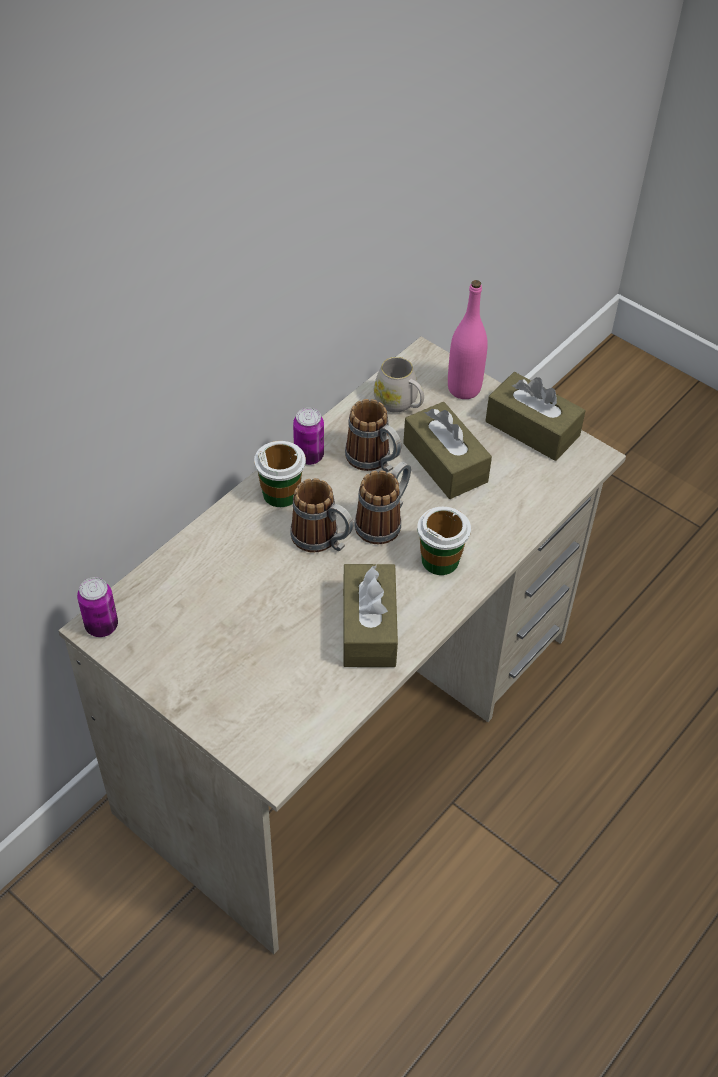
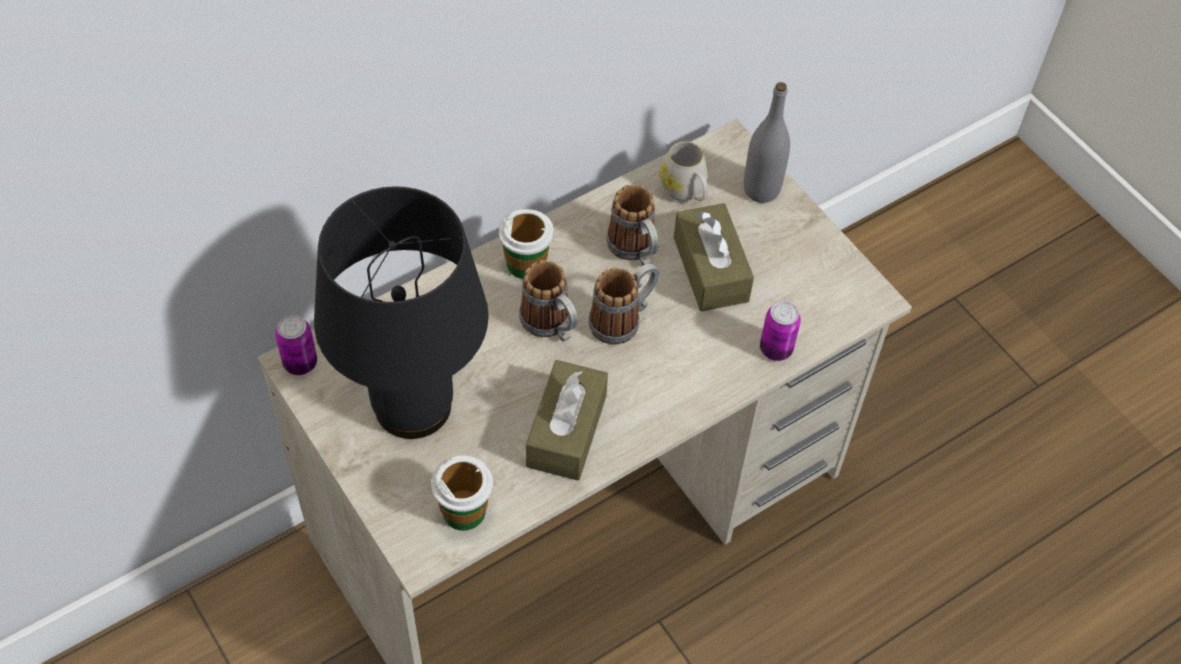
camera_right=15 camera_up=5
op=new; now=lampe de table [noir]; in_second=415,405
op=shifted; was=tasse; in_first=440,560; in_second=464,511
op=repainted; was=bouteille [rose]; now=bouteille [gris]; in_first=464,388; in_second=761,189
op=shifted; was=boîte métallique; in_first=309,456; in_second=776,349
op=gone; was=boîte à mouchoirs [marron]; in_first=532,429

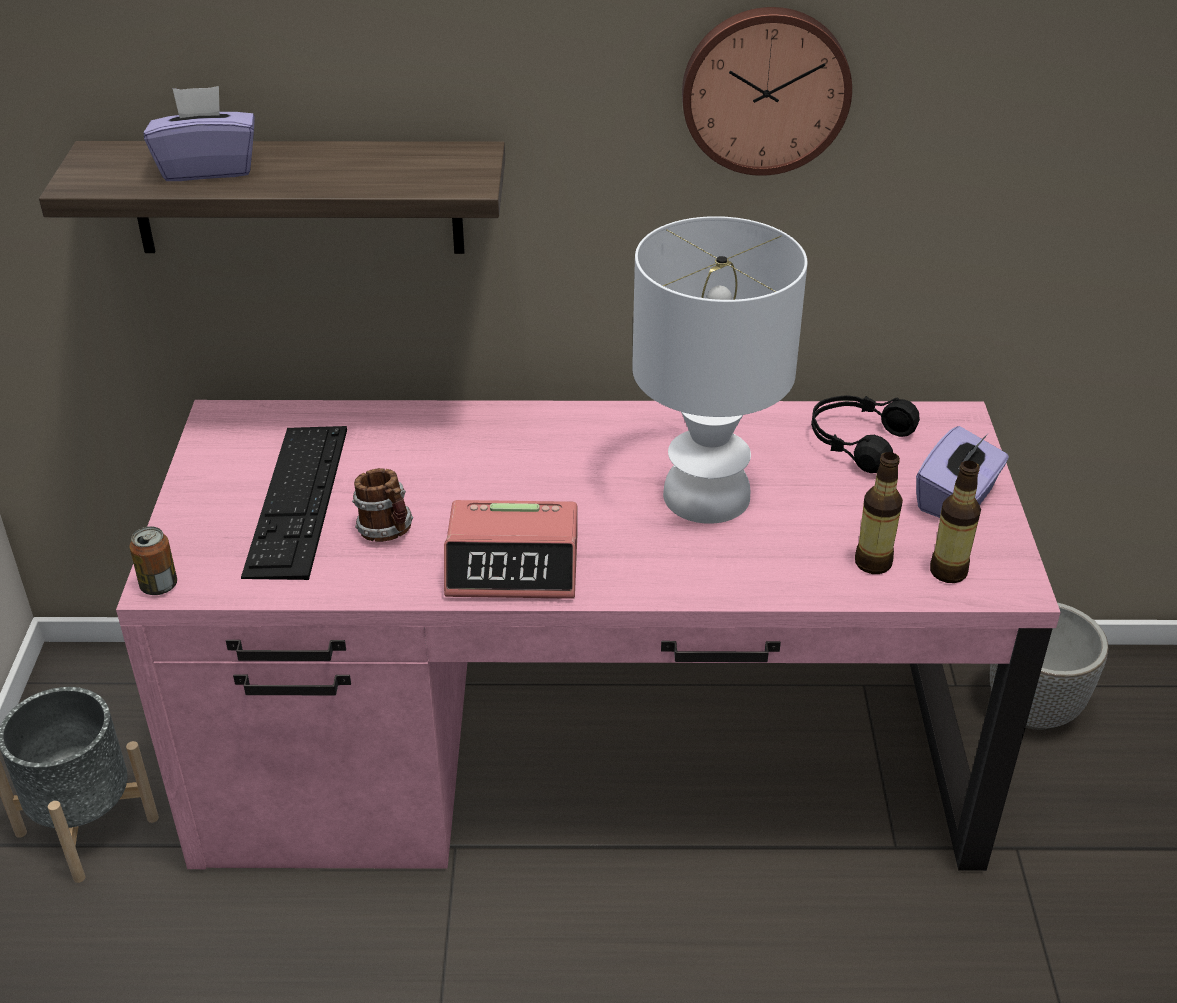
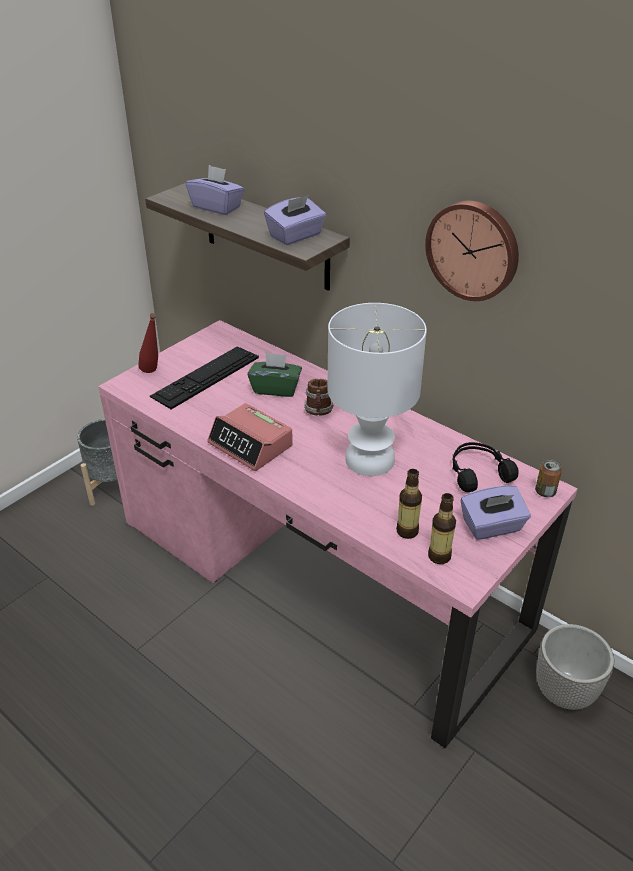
camera_right=40 camera_up=0
op=new; now=bouteille [rouge]; in_second=153,373
op=new; now=boîte à mouchoirs [vert]; in_second=275,388
op=new; now=boîte à mouchoirs [violet]; in_second=296,236
op=shifted; was=mug; in_first=388,532; in_second=319,412
op=shifted; was=boîte métallique; in_first=159,586; in_second=545,492

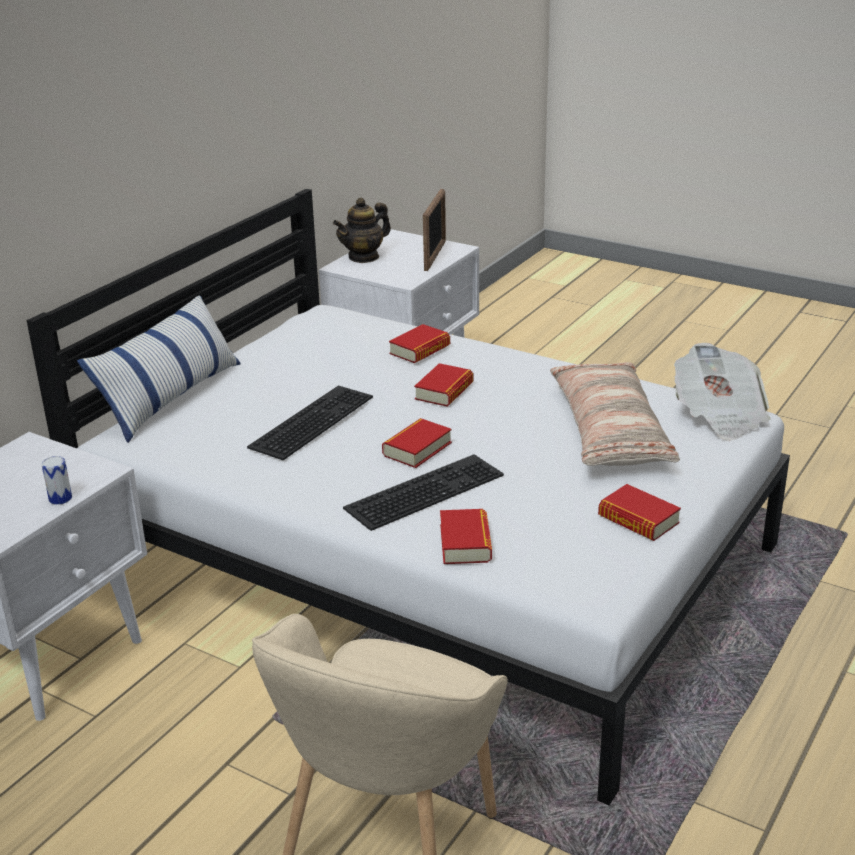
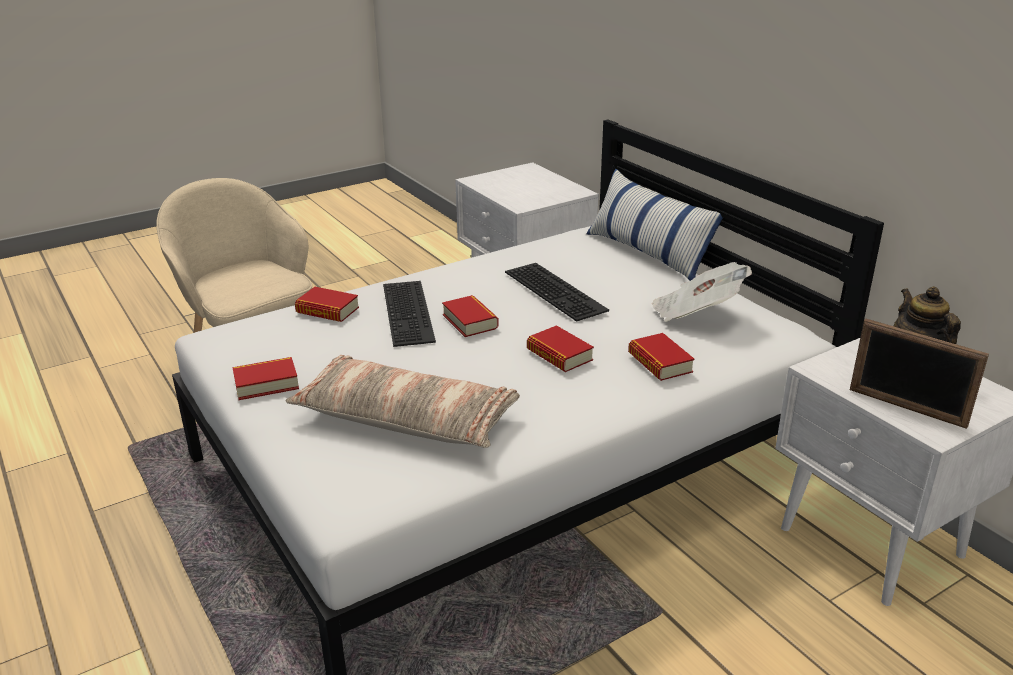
camera_right=115 camera_up=0
op=shifted; was=journal; in_first=719,415; in_second=696,313
op=gone; was=boîte métallique; in_first=60,498

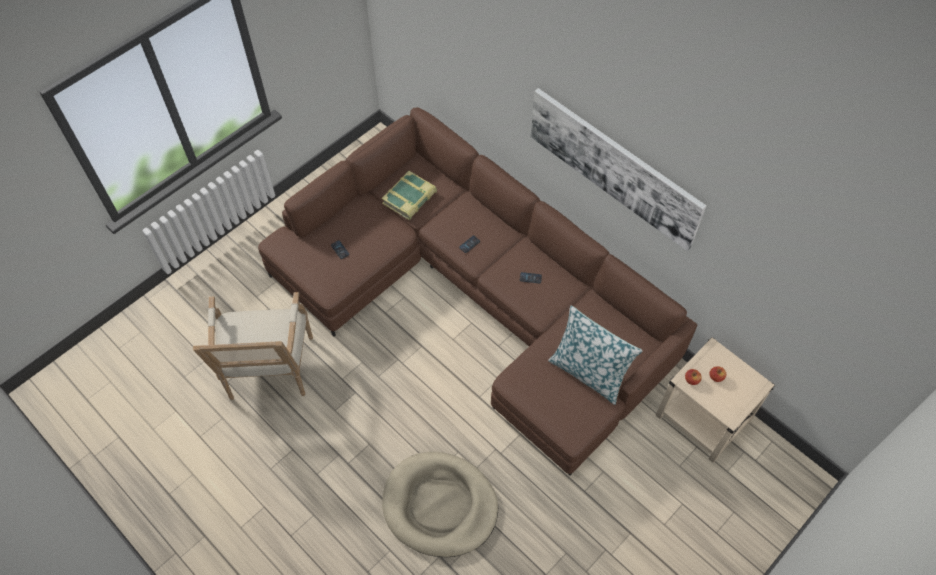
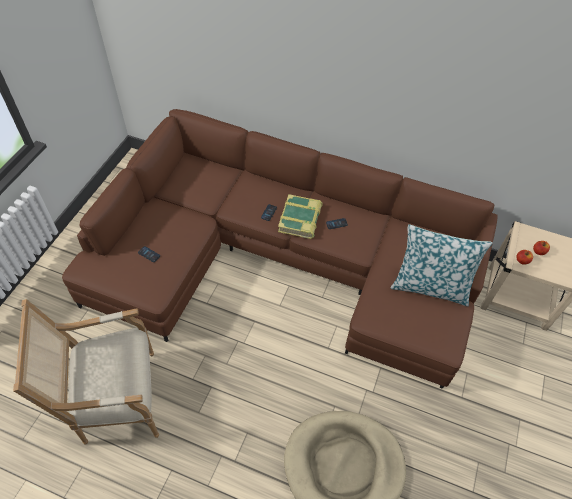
camera_right=-25 camera_up=-5
op=rotated; was=fauteuil; in_first=269,373; in_second=115,400; clockwise=105
op=shifted; was=livre; in_first=410,198; in_second=300,219
op=gone; was=tableau; in_first=613,167

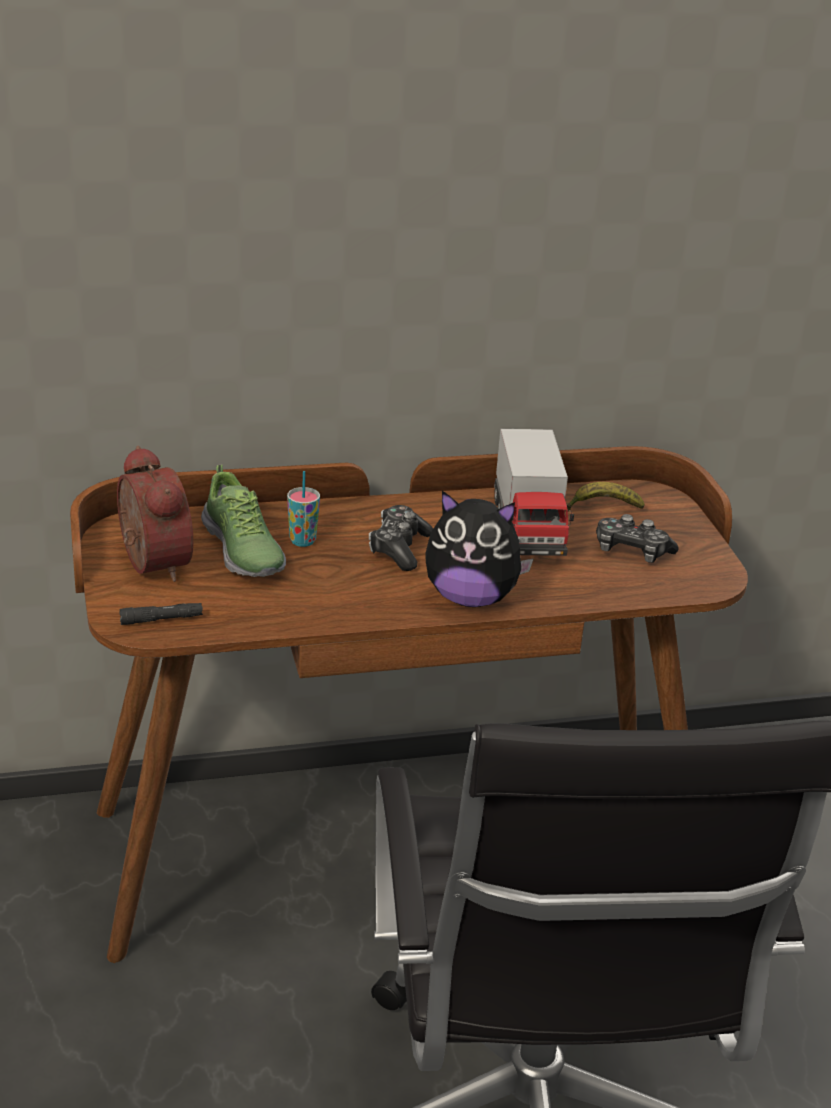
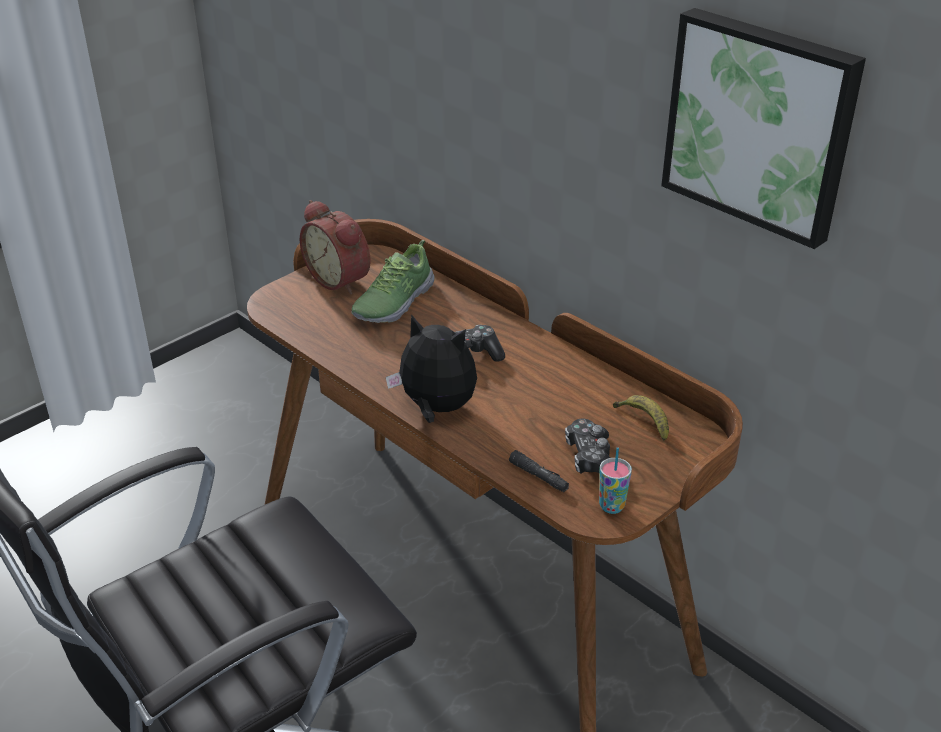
camera_right=60 camera_up=5
op=rotated; was=réveil; in_first=149,564; in_second=341,279; clockwise=105
op=rotated; was=peluche; in_first=471,598; in_second=436,409; clockwise=135
op=shifted; was=lampe de poche [noir]; in_first=161,619; in_second=539,476
op=shifted; was=tasse; in_first=302,541; in_second=611,506
op=new; now=tableau; in_second=761,124
op=gone; was=camion jouet; in_first=528,530

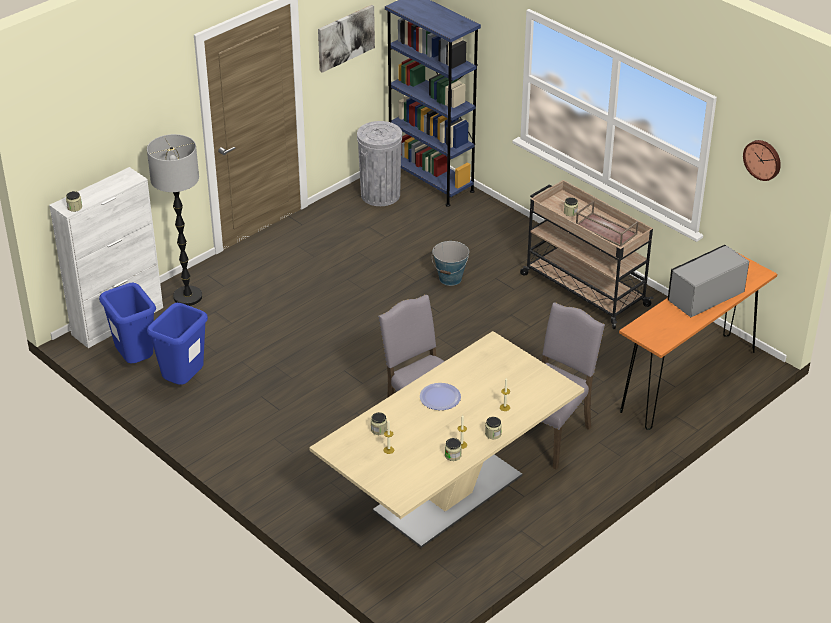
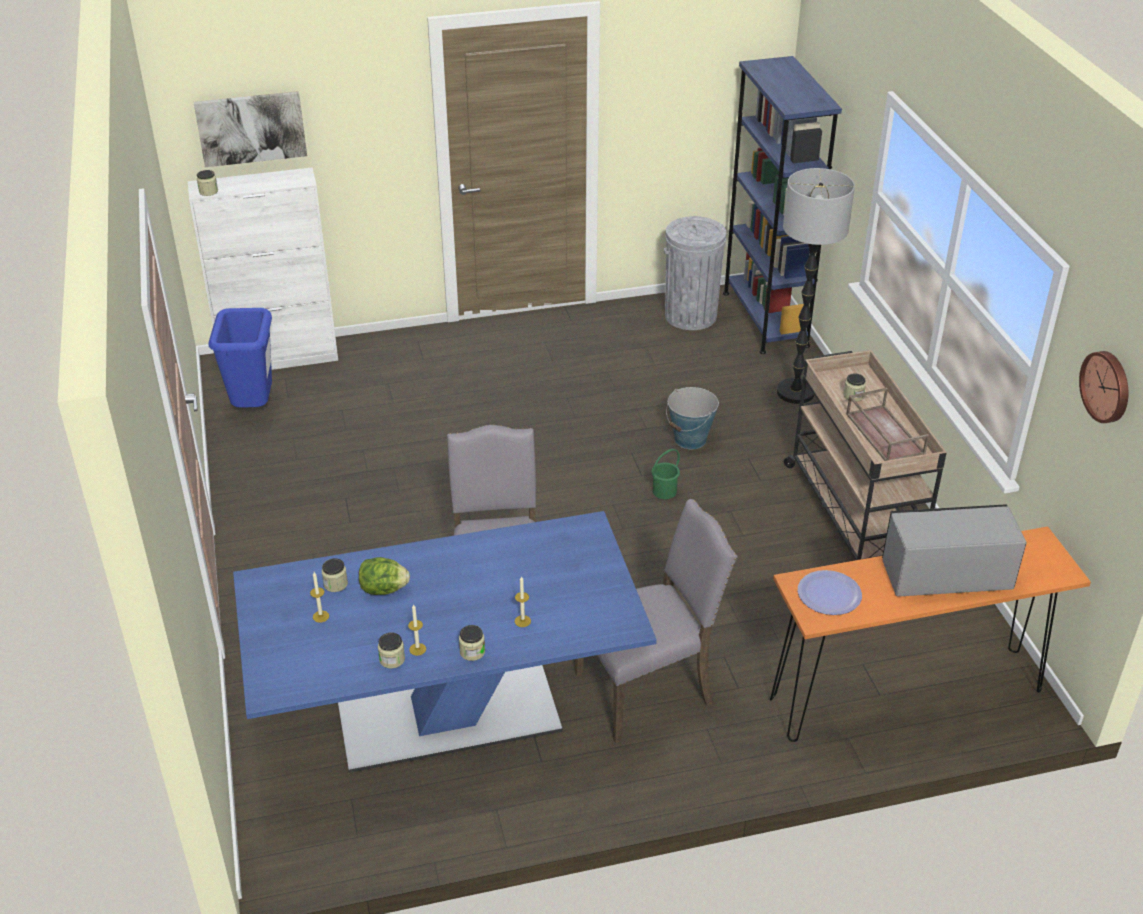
camera_right=30 camera_up=0
op=shifted; was=tableau; in_first=345,37; in_second=251,128
op=repainted; was=table à manger [beige]; now=table à manger [bleu]; in_first=448,494; in_second=448,714
op=new; now=laitue; in_second=383,589
op=new; now=seau [vert]; in_second=664,491
op=shifted; was=lampadaire; in_first=187,297; in_second=795,392
op=shifted; was=assiette; in_first=440,397; in_second=829,594
op=gone; was=poubelle [bleu]; in_first=184,382

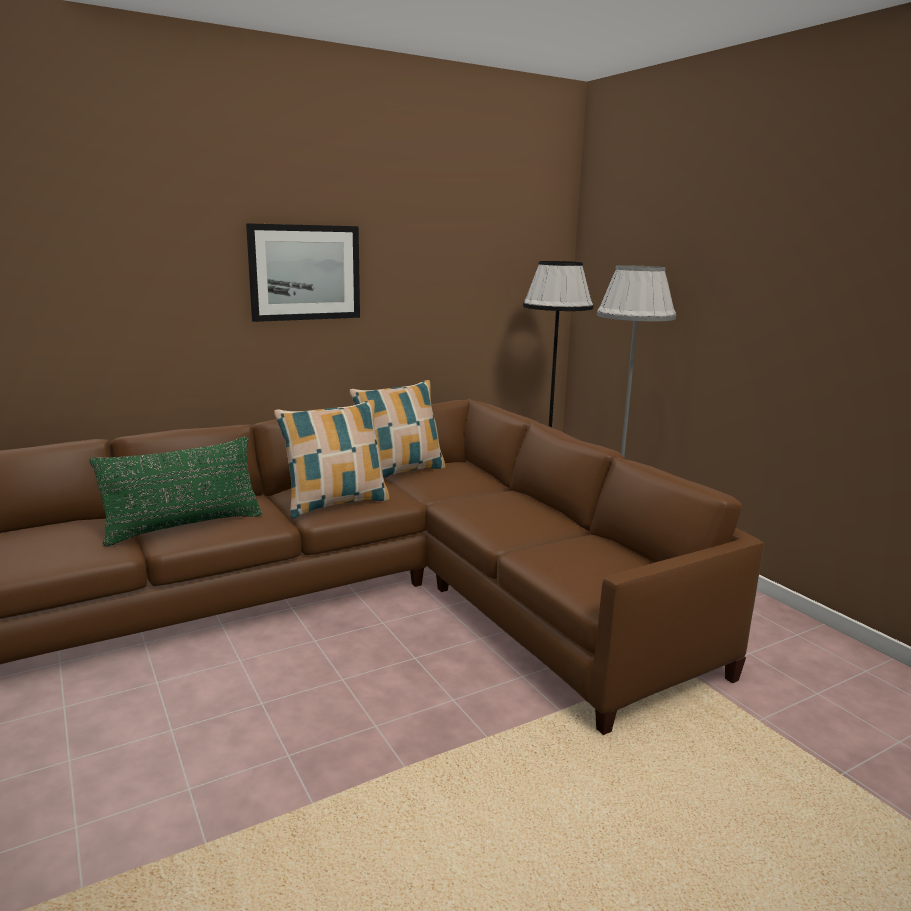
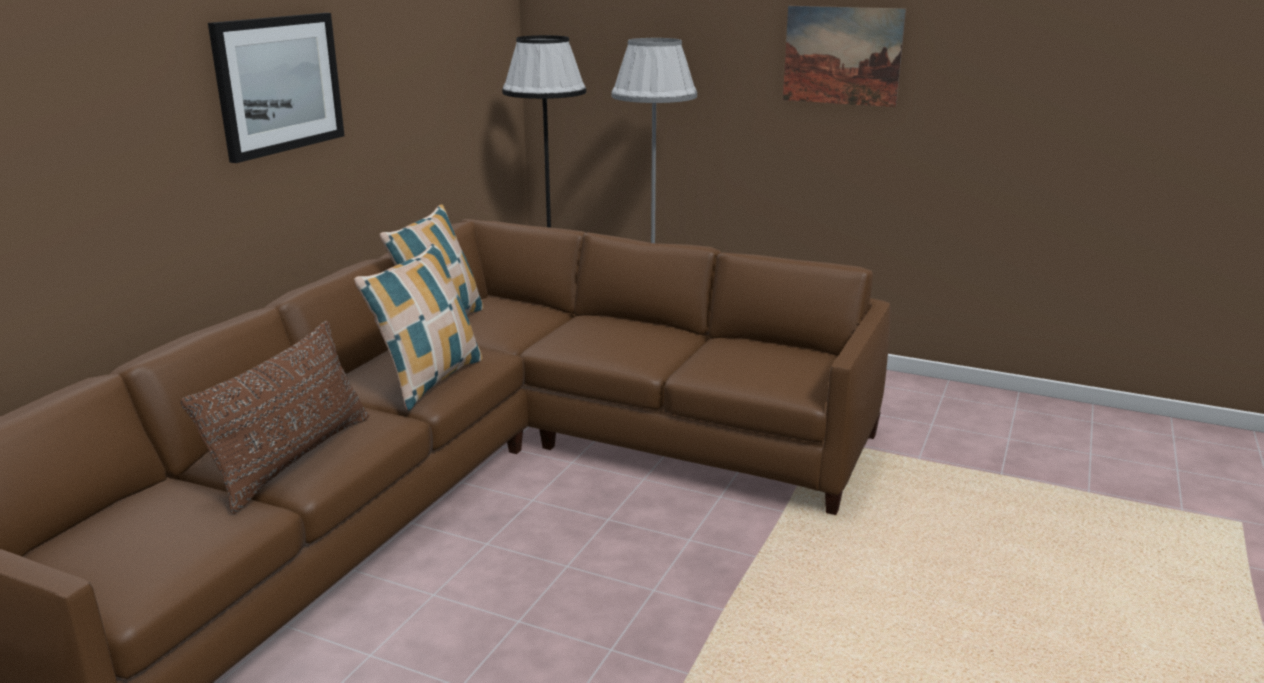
camera_right=-35 camera_up=5
op=repainted; was=coussin [vert]; now=coussin [marron]; in_first=184,526; in_second=294,459
op=new; now=tableau; in_second=842,56

